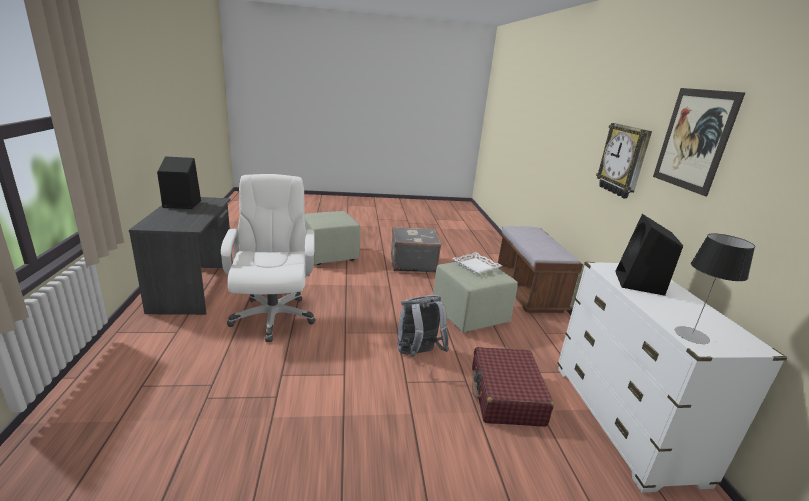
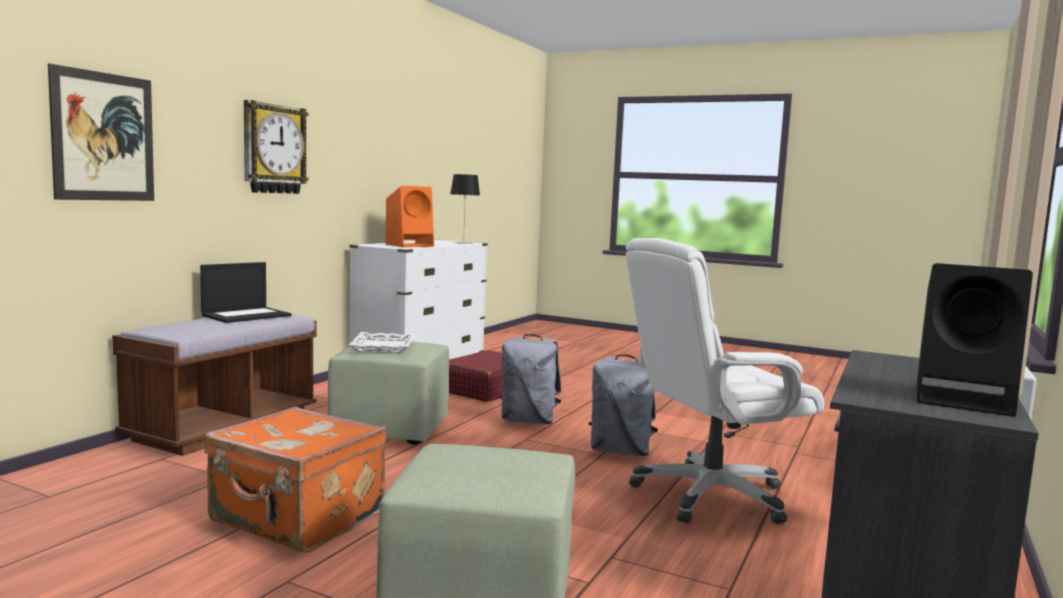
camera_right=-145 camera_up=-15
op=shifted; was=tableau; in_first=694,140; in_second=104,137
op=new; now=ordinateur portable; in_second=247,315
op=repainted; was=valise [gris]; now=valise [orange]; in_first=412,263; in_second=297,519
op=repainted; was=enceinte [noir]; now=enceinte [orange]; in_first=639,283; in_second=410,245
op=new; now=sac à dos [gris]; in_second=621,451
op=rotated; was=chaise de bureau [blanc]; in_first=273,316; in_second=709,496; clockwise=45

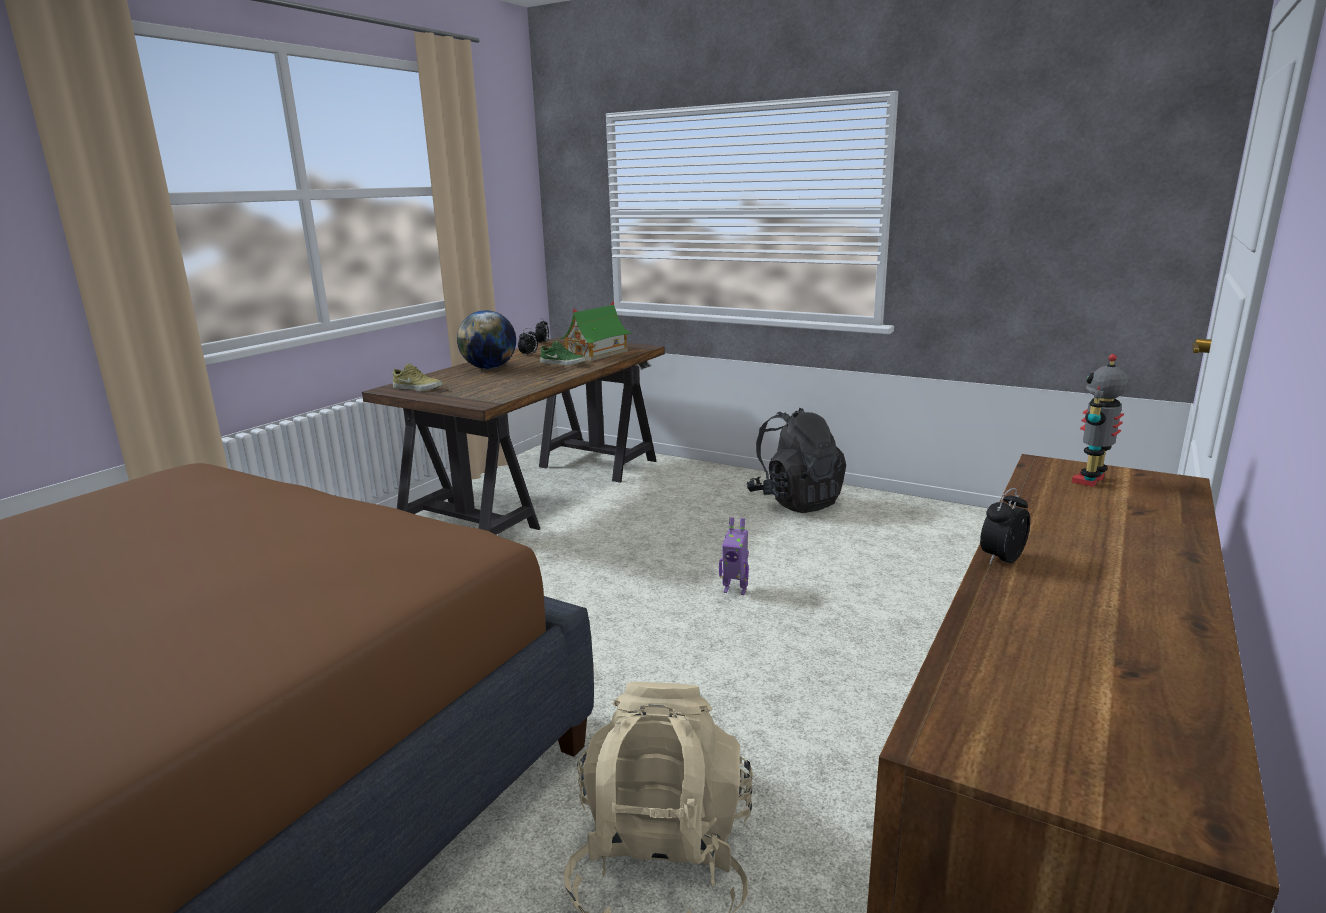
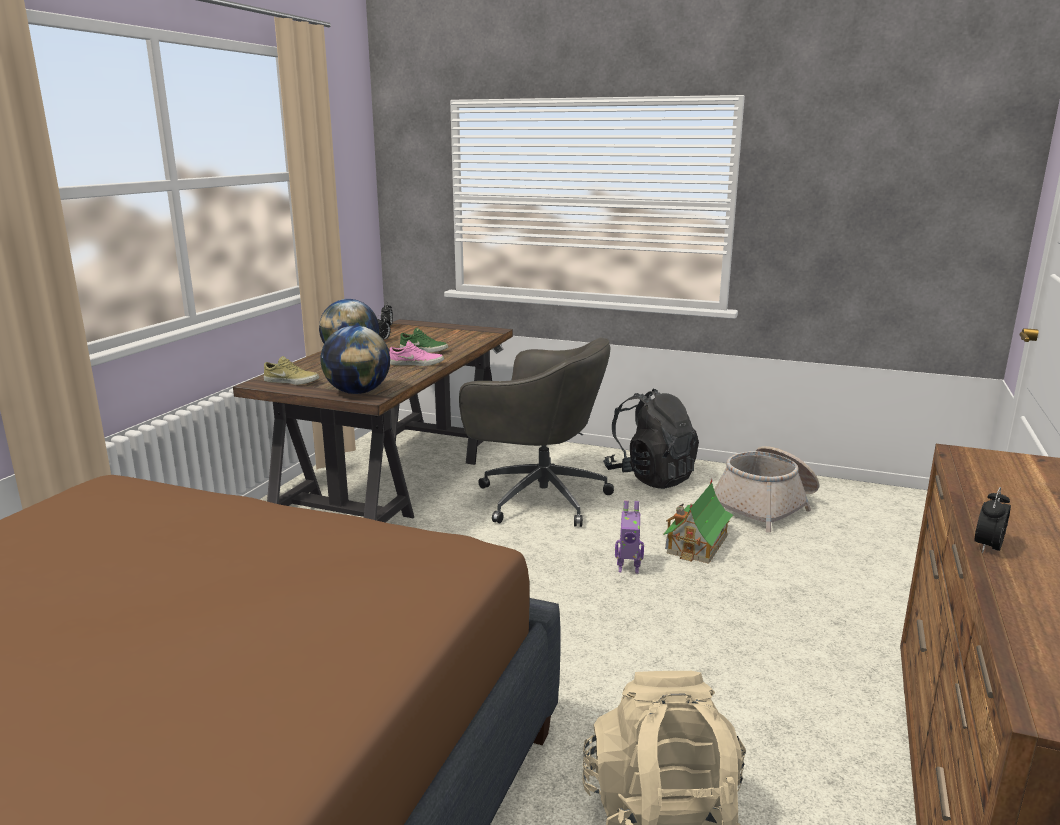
camera_right=-10 camera_up=0
op=new; now=globe; in_second=358,392
op=new; now=chaussure [rose]; in_second=417,363
op=new; now=chaise de bureau [gris]; in_second=538,498
op=shifted; was=maison miniature; in_first=596,354; in_second=697,544
op=new; now=panier; in_second=765,505
op=gone; was=robot jouet; in_first=1091,481

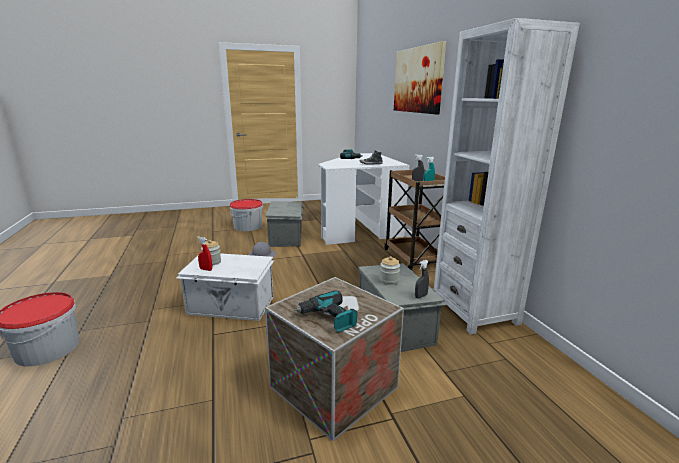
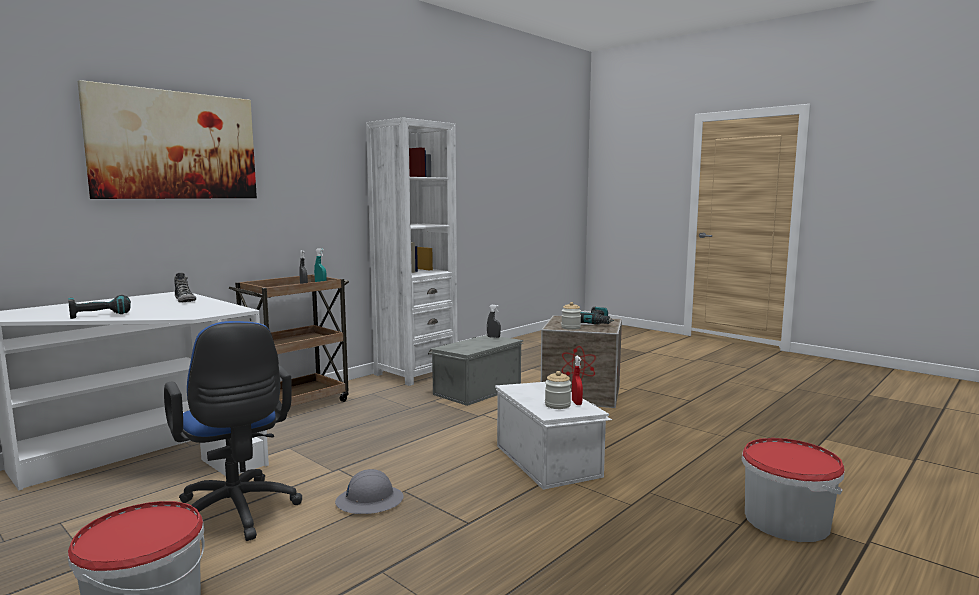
camera_right=-120 camera_up=-10
op=swapped; was=boîte de rangement [gris]; now=chaise de bureau [bleu]; in_first=286,237; in_second=236,515
op=shifted; was=bocal; in_first=389,280; in_second=571,327

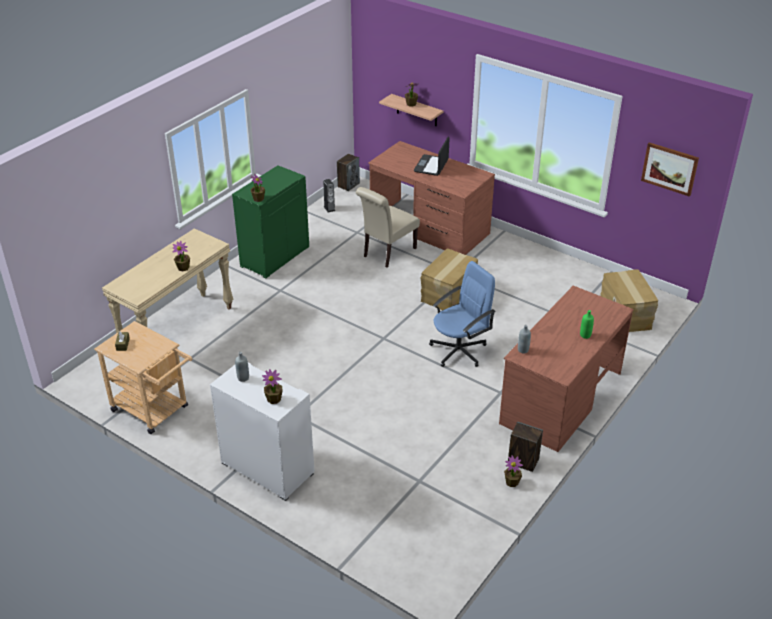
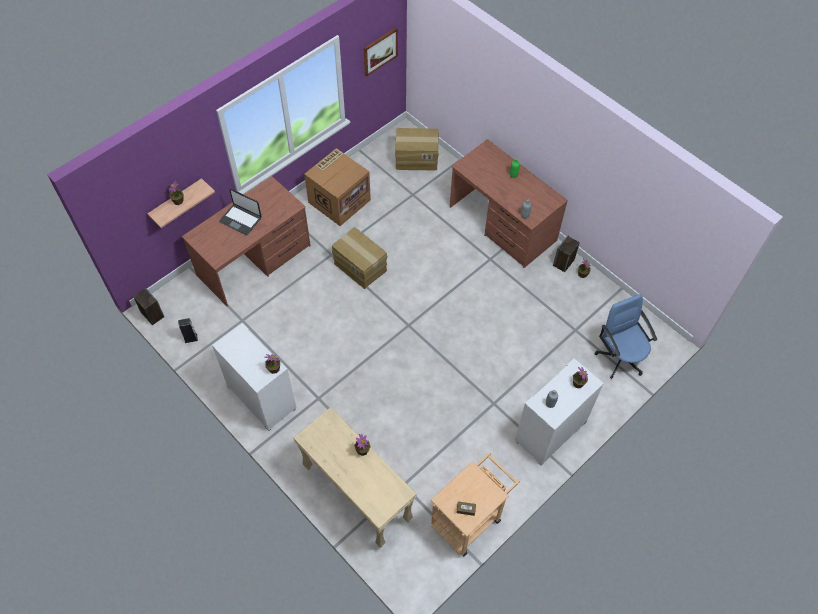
camera_right=-80 camera_up=20
op=repainted; was=meuble de rangement [vert]; now=meuble de rangement [blanc]; in_first=274,256; in_second=260,397
op=new; now=carton; in_second=339,200
op=shifted; was=chaise de bureau [bleu]; in_first=459,350; in_second=620,357
op=gone; was=chaise [beige]; in_first=387,253

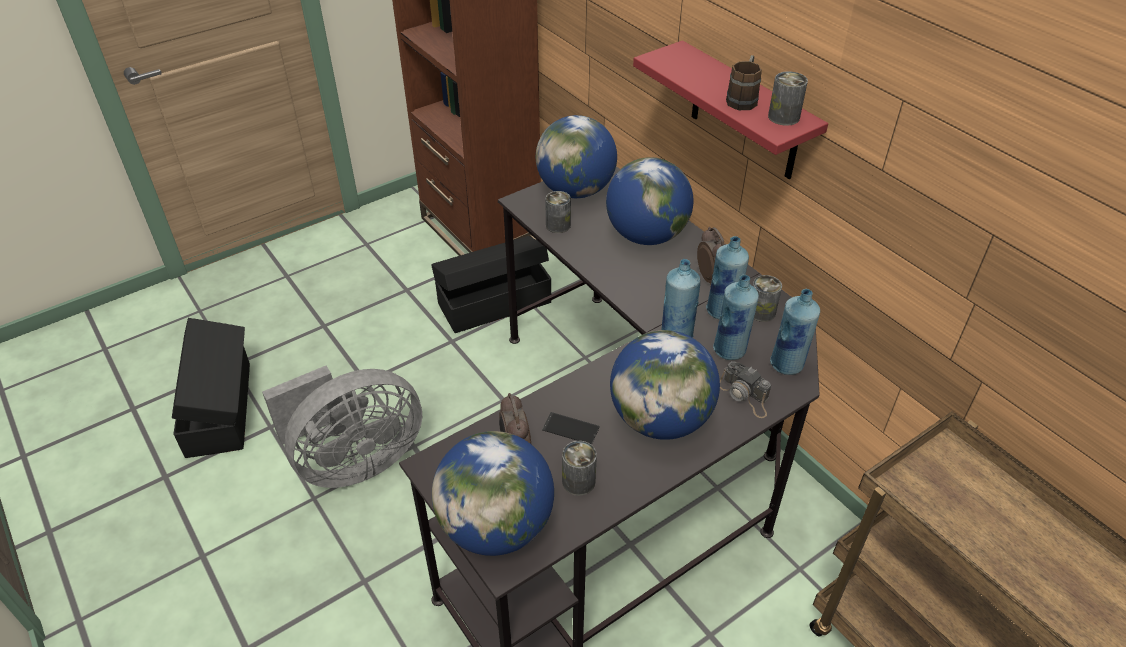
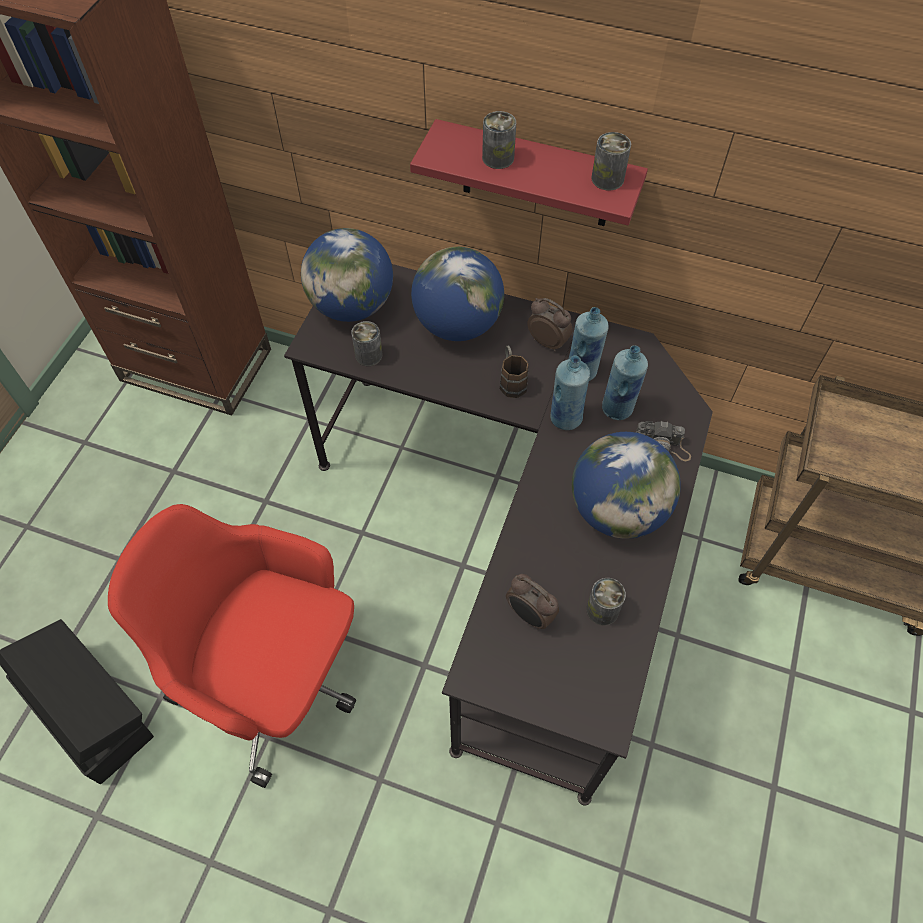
camera_right=-35 camera_up=15
op=swapped; was=ventilateur [gris]; now=chaise de bureau [rouge]; in_first=354,462; in_second=275,678
op=shifted; was=boîte métallique; in_first=761,312; in_second=498,158
op=shifted; was=mug [marron]; in_first=743,99; in_second=511,381
op=gone; was=boîte de rangement [noir]; in_first=493,302
op=gone; was=globe; in_first=496,526
op=gone; was=téléphone; in_first=570,428
op=gone; was=bouteille [bleu]; in_first=787,365

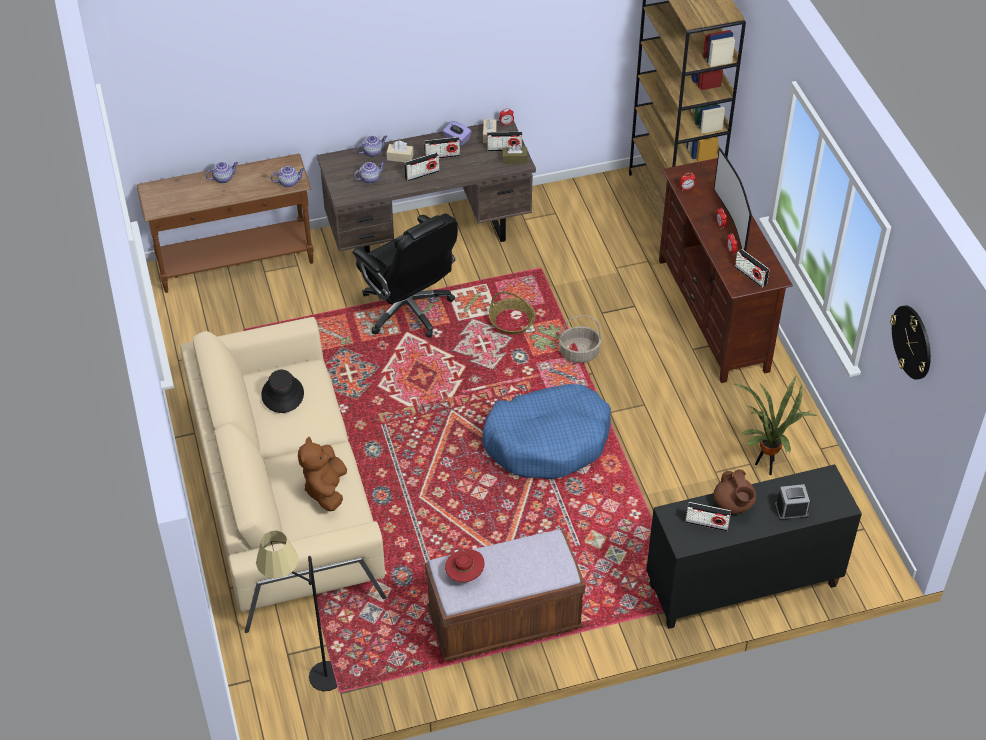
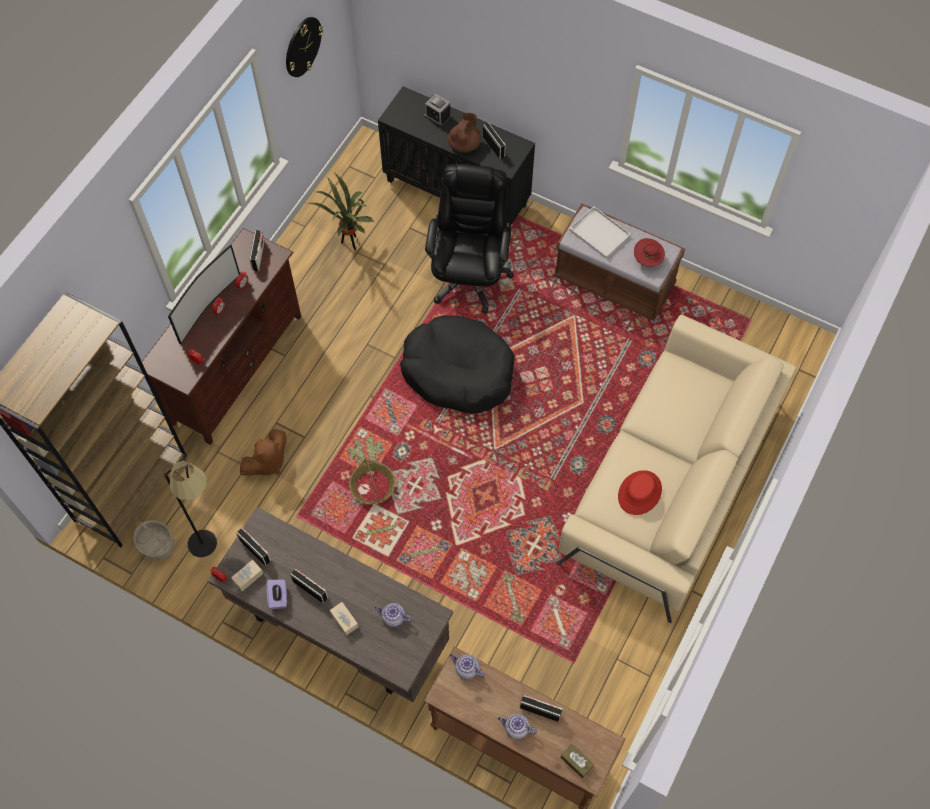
camera_right=-135 camera_up=15
op=shifted; was=panier; in_first=579,353; in_second=157,545
op=shifted; was=lampadaire [noir]; in_first=311,681; in_second=214,548
op=shifted; was=peluche [marron]; in_first=326,490; in_second=267,462
op=repainted; was=panier pour chien [bleu]; now=panier pour chien [noir]; in_first=548,441; in_second=458,371
op=shifted; was=chaise de bureau [noir]; in_first=408,309; in_second=469,276
op=shifted; was=radio; in_first=422,174; in_second=540,711
op=shifted; was=boîte à mouchoirs [marron]; in_first=514,159; in_second=576,762
op=new; now=plateau [blanc]; in_second=601,233
op=repainted; was=chapeau [noir]; now=chapeau [rouge]; in_first=282,394; in_second=640,493
op=gone; was=théière; in_first=373,152

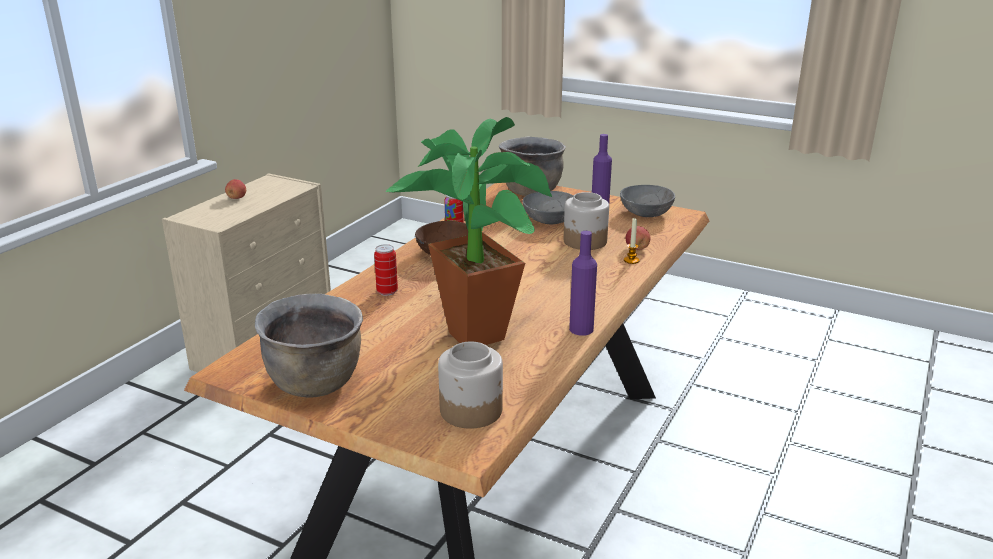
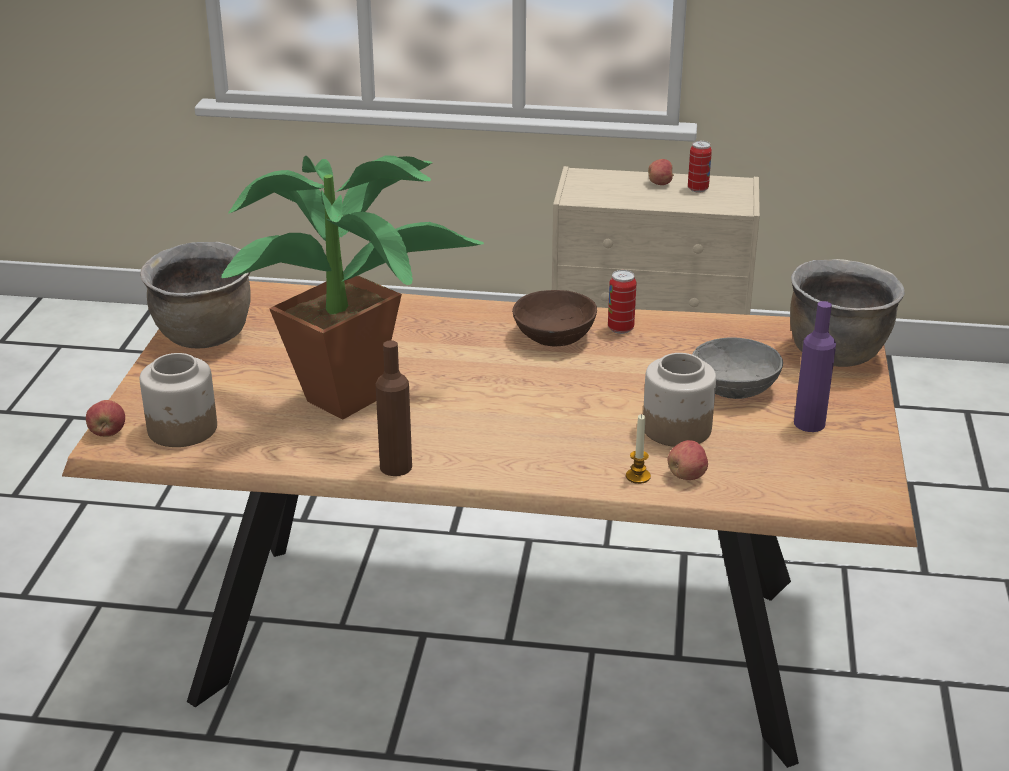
camera_right=70 camera_up=5
op=new; now=pomme; in_second=108,433
op=repainted; was=bouteille [violet]; now=bouteille [marron]; in_first=581,329; in_second=396,467
op=shifted; was=boîte métallique; in_first=387,292; in_second=698,189
op=gone; was=bol [gris]; in_first=646,212

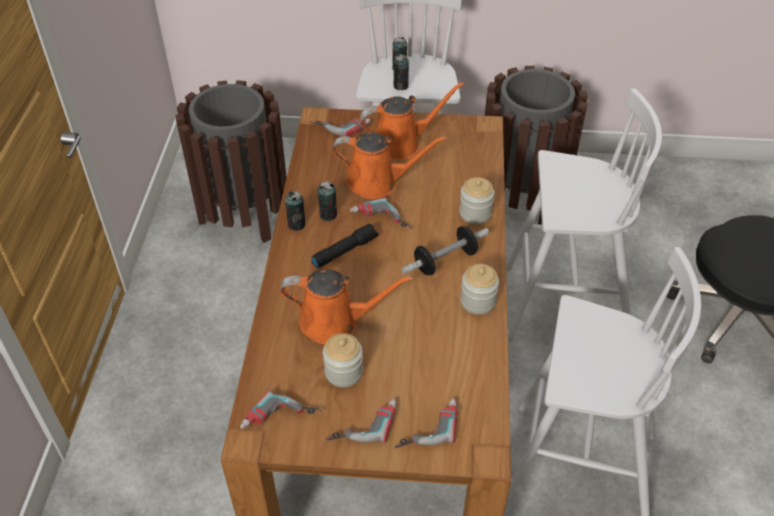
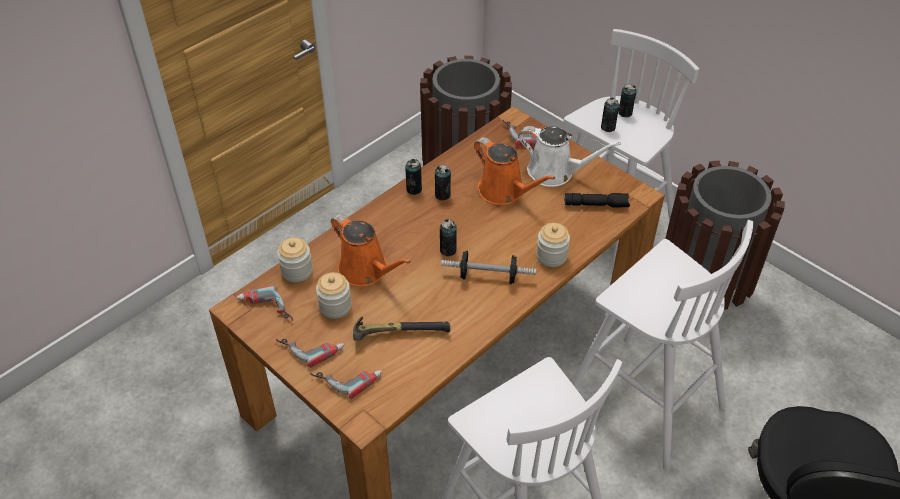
camera_right=40 camera_up=0
op=shifted; was=bocal; in_first=478,301; in_second=297,271
op=new; now=marteau; in_second=397,332
op=new; now=boîte métallique; in_second=448,250
op=repainted; was=arrosoir [orange]; now=arrosoir [blanc]; in_first=401,144; in_second=555,172
op=shifted; was=lampe de poche [noir]; in_first=345,250; in_second=596,204
op=gone; was=perceuse; in_first=379,221

